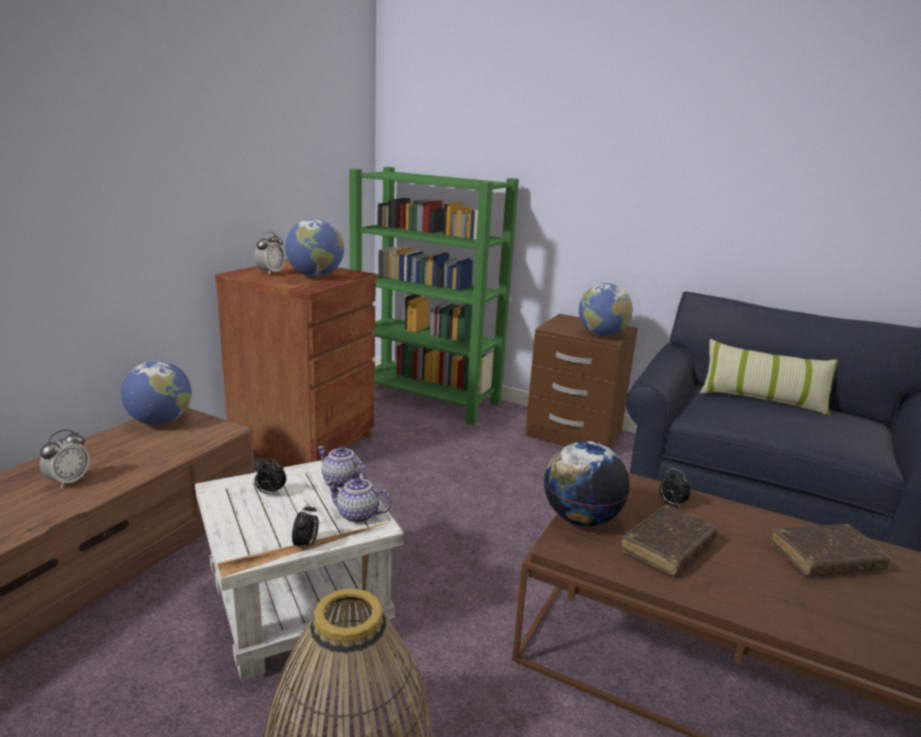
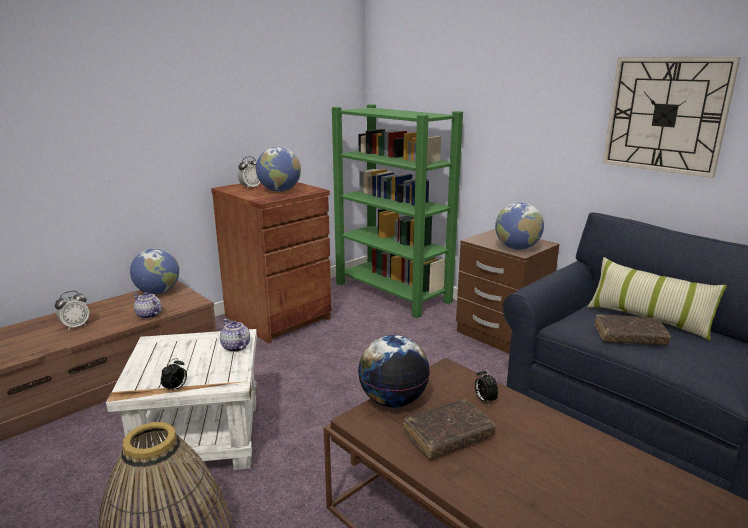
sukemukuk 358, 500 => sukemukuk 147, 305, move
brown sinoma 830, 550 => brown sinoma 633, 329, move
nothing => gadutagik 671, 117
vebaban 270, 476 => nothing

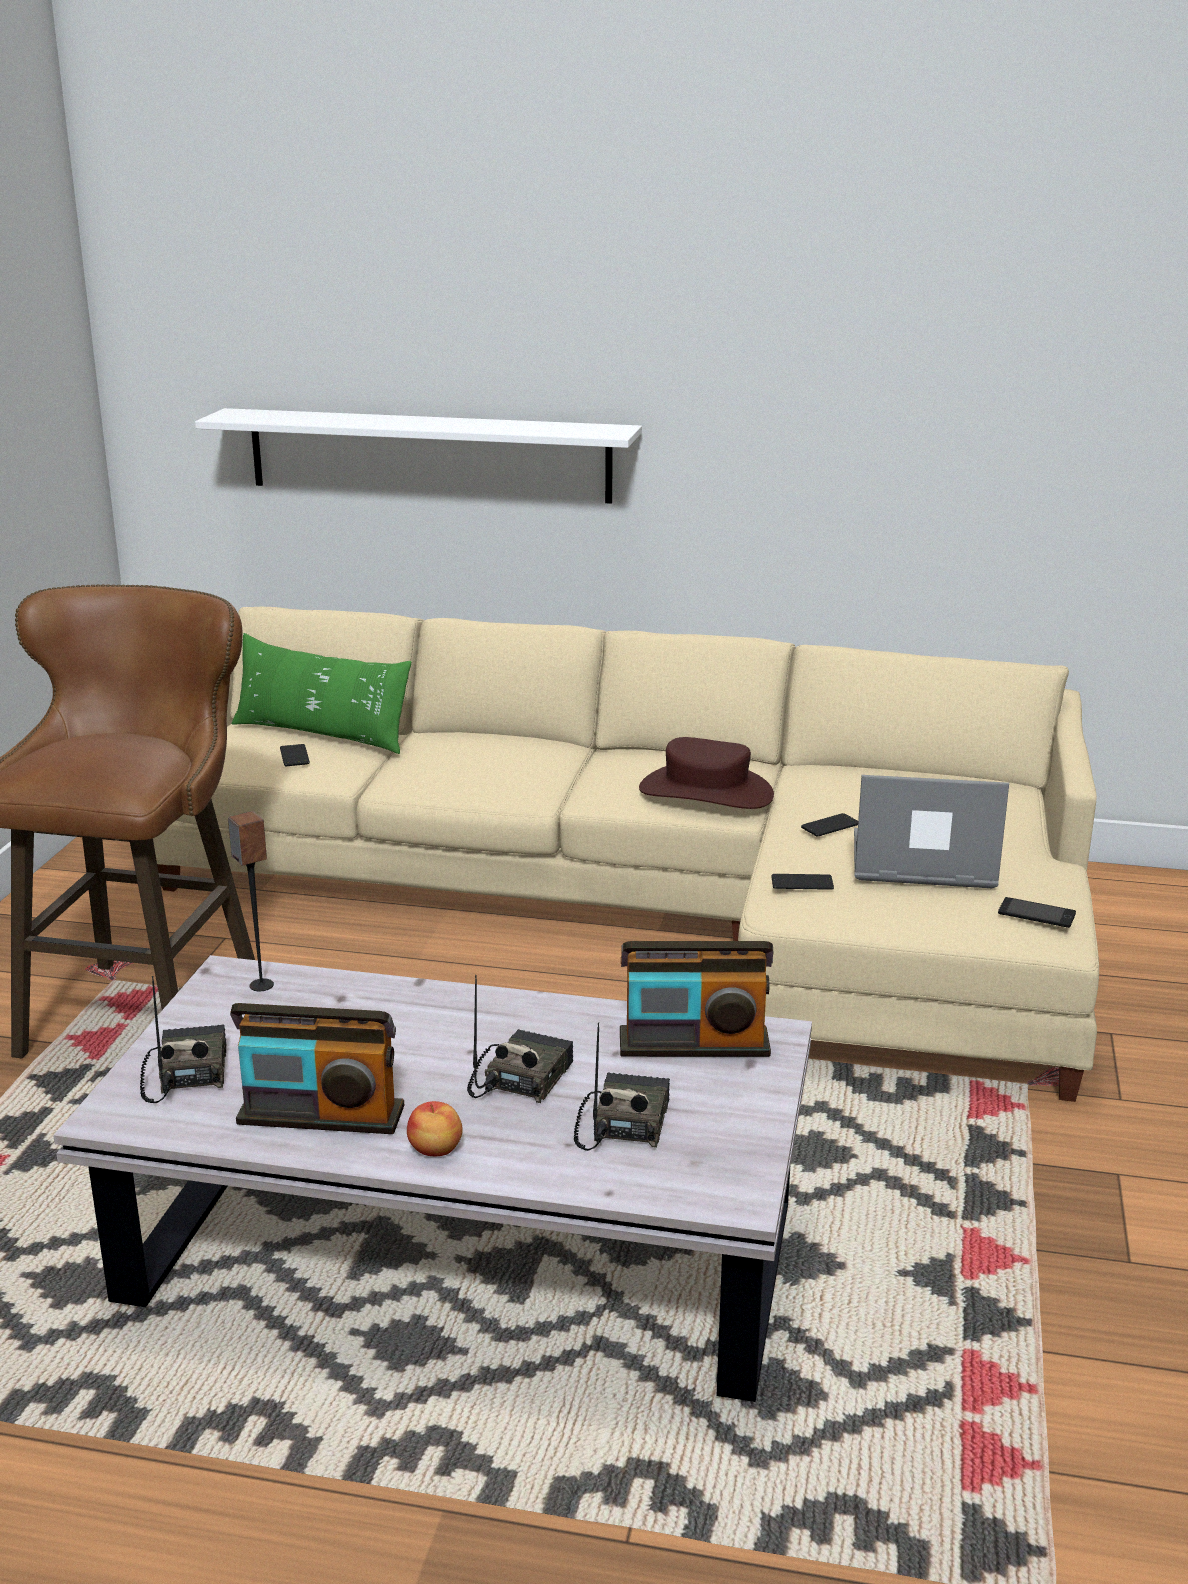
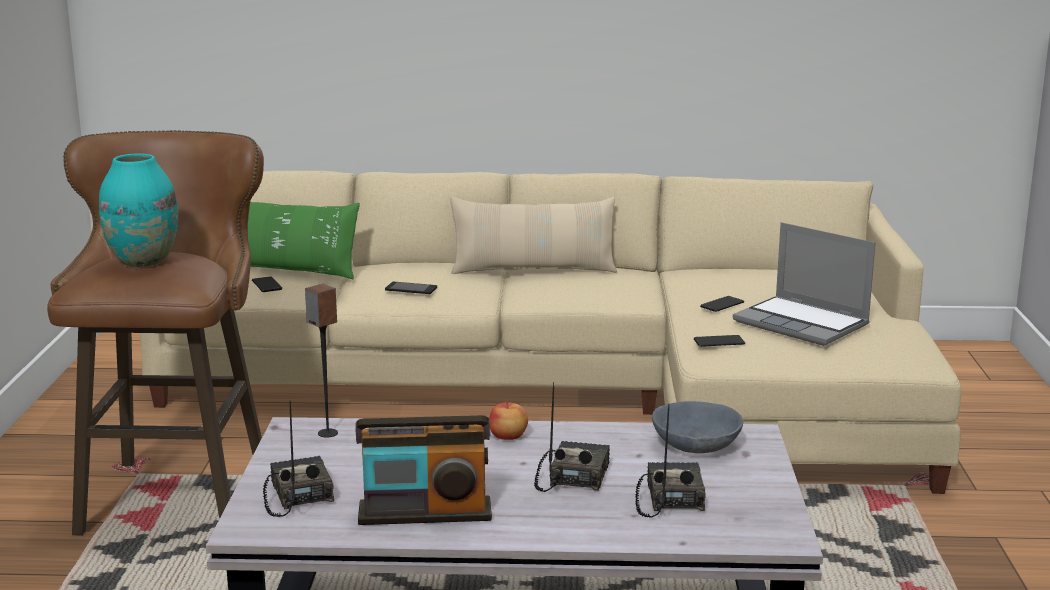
nothing => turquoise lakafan 138, 210
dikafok 1037, 912 => dikafok 411, 288, move
nothing => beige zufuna 533, 235
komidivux 435, 1128 => komidivux 508, 420, move
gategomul 697, 999 => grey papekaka 697, 427
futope 931, 831 => futope 804, 284, 135 degrees counterclockwise
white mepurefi 418, 456 => nothing
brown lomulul 706, 773 => nothing

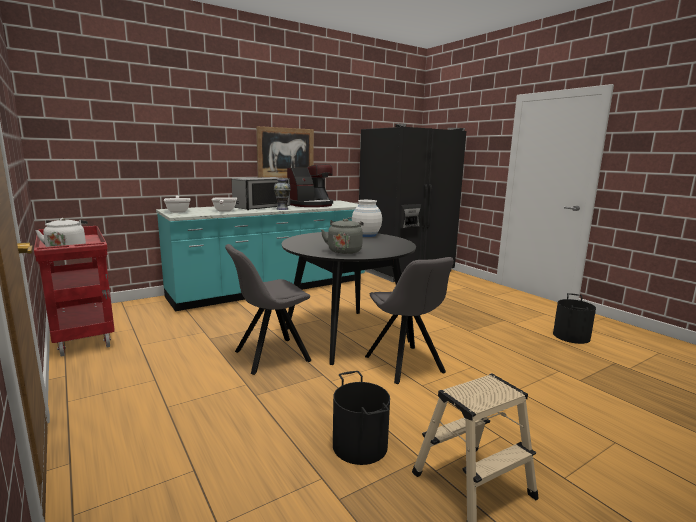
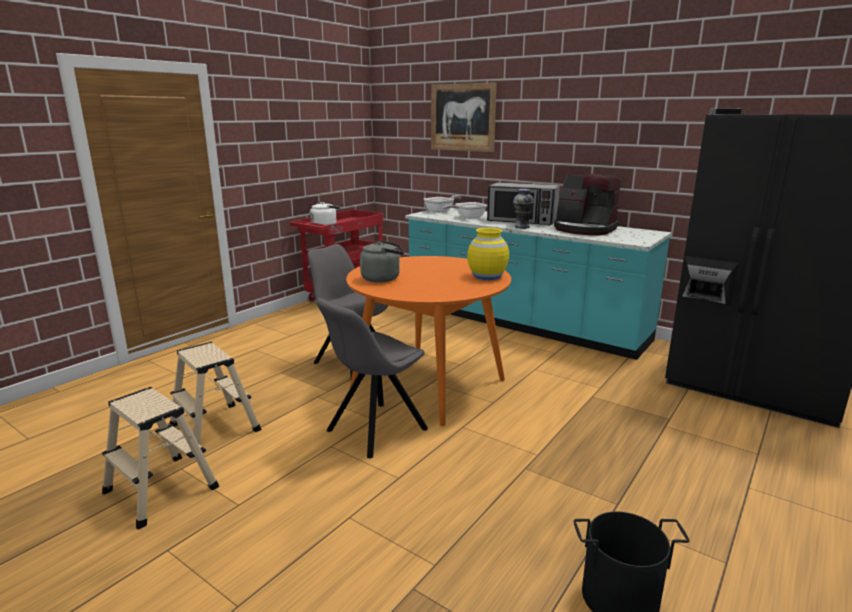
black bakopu 361, 418 => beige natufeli 216, 393
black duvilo 349, 298 => orange duvilo 428, 341
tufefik 285, 152 => tufefik 464, 117, move
white lakafan 367, 218 => yellow lakafan 488, 254

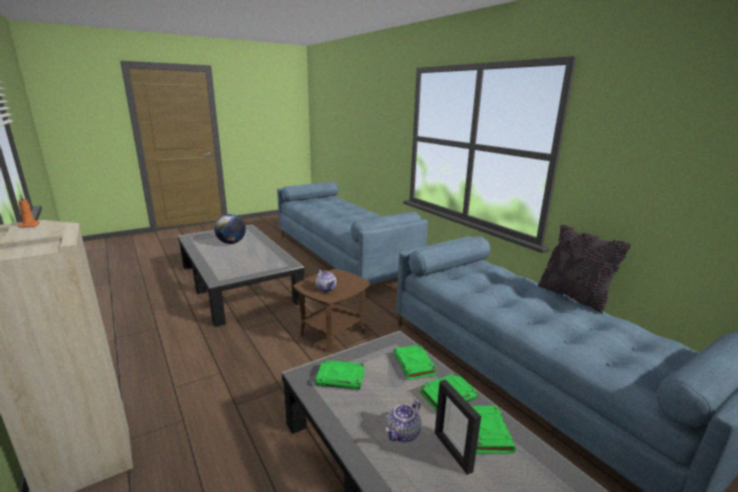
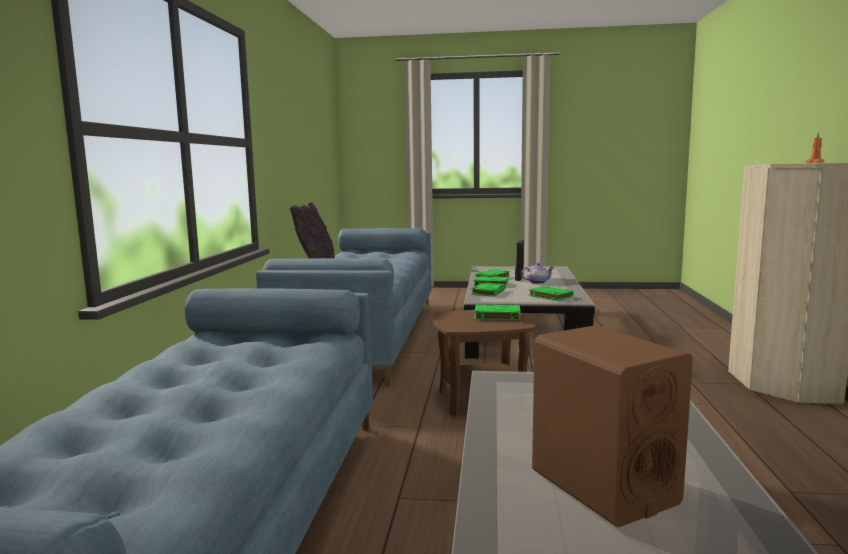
sukemukuk 326, 281 => green sinoma 497, 312
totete 230, 229 => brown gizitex 612, 426

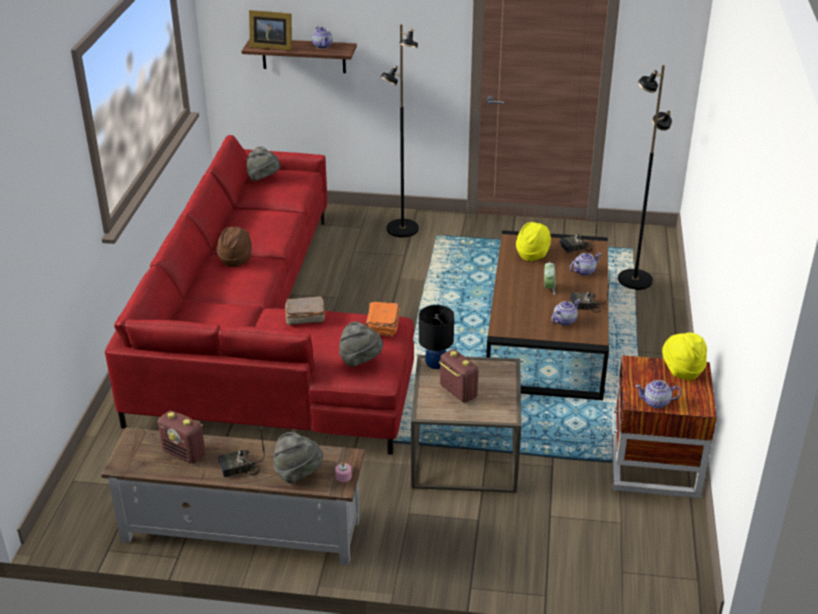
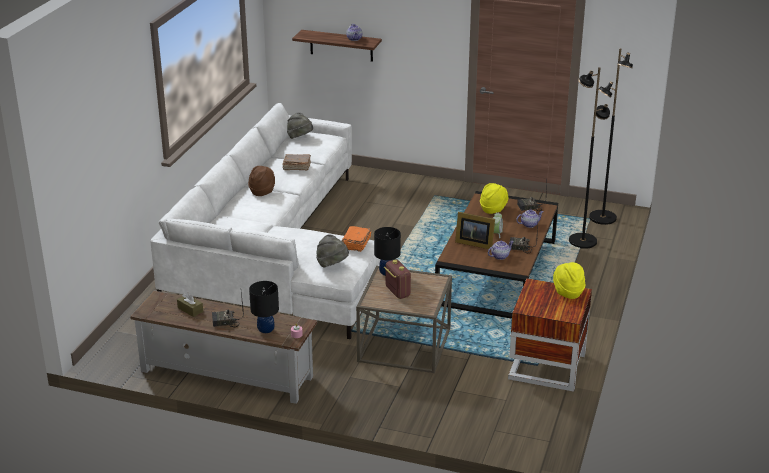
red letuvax 259, 295 => white letuvax 265, 221
gategomul 181, 437 => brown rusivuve 190, 305
grey lomulul 298, 458 => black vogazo 264, 307
brown sinoma 305, 310 => brown sinoma 296, 162, move
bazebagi 270, 30 => bazebagi 475, 230, move
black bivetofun 399, 130 => black bivetofun 611, 136, move
sukemukuk 658, 394 => nothing

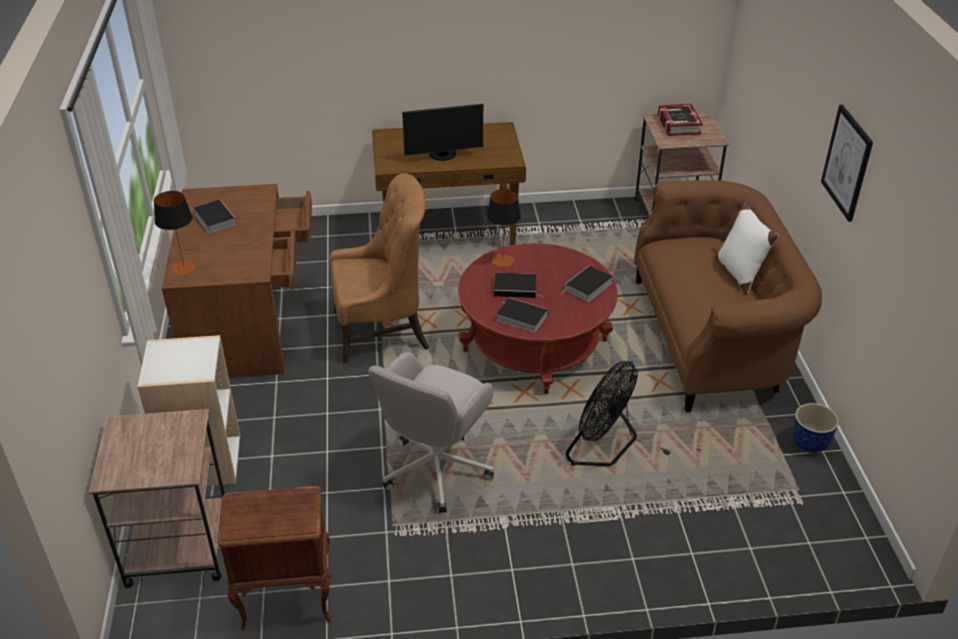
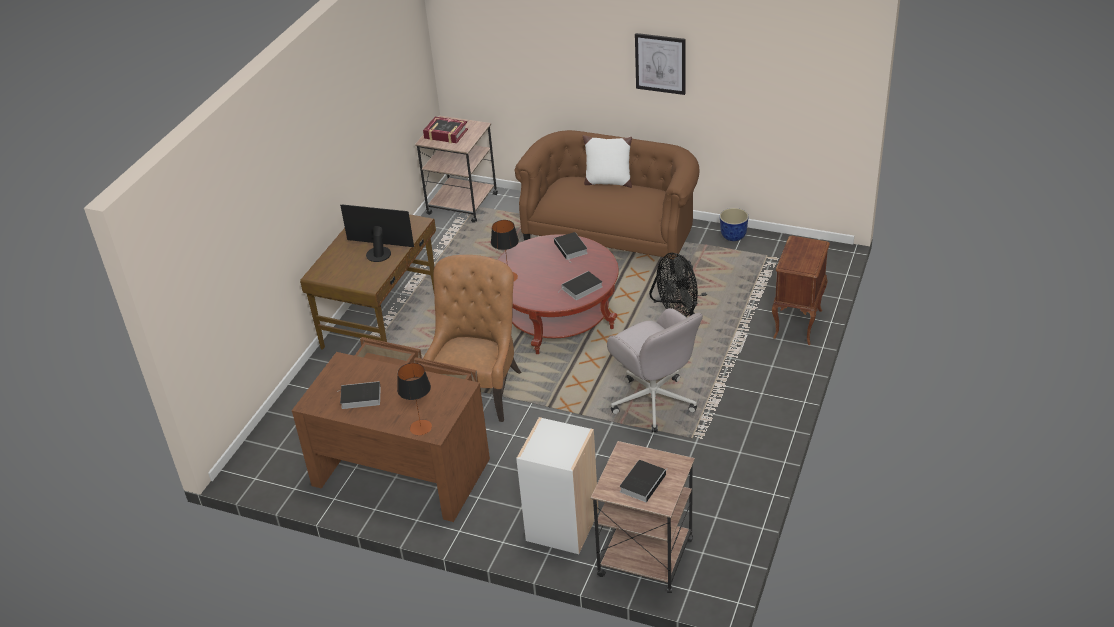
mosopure 442, 132 => mosopure 377, 233, 90 degrees counterclockwise
sinoma 518, 285 => sinoma 644, 481, move
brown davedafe 274, 558 => brown davedafe 801, 290, move

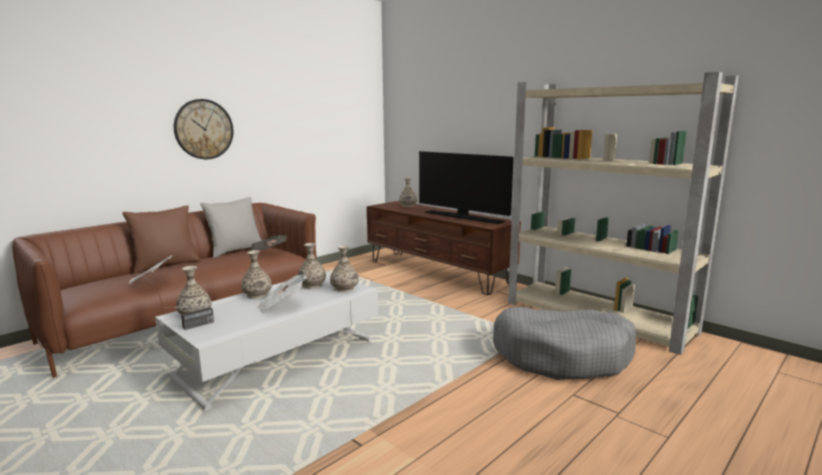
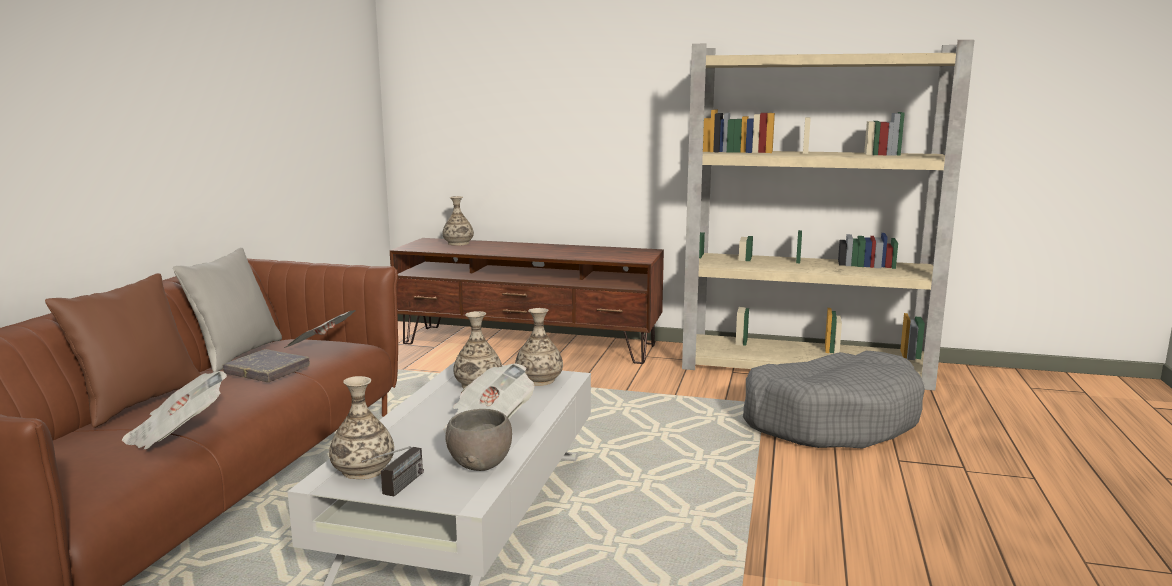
nothing => grey sinoma 266, 365
nothing => grey papekaka 478, 440
gadutagik 203, 129 => nothing
lakafan 256, 274 => nothing
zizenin 466, 187 => nothing

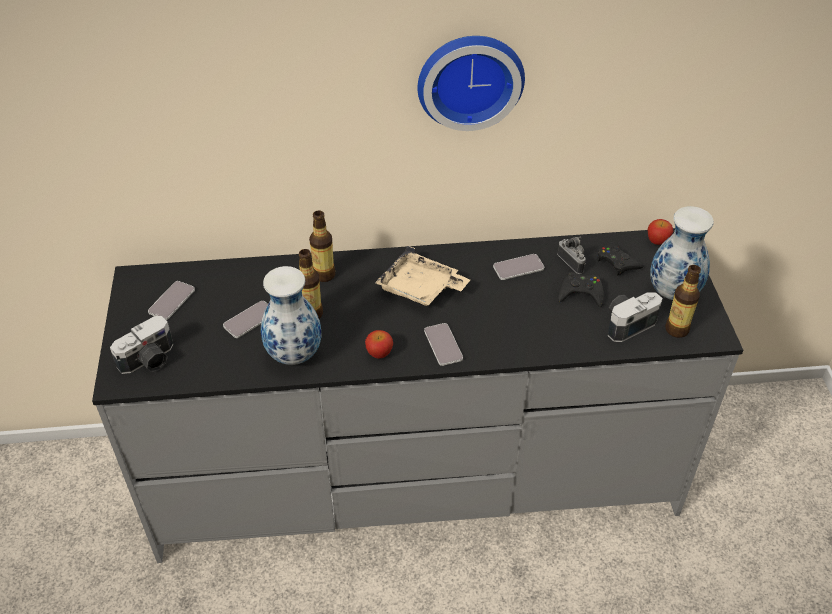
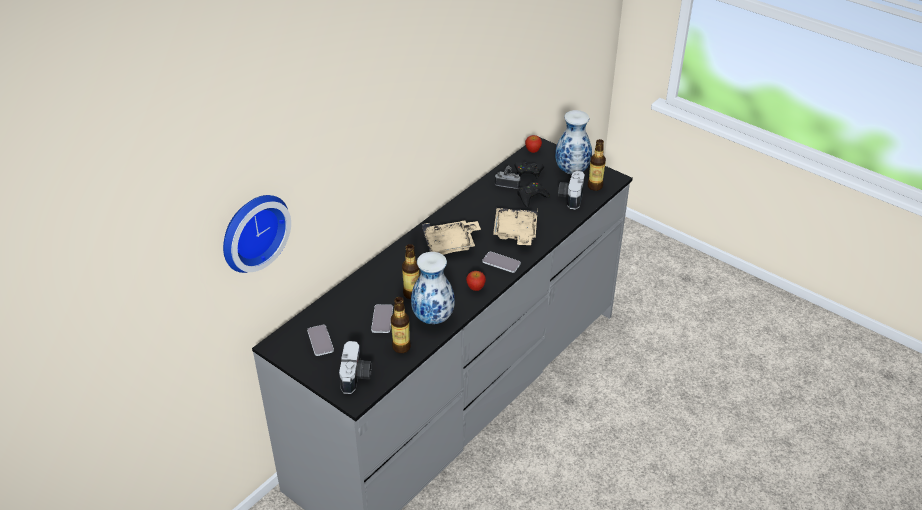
gadutagik 471, 83 => gadutagik 257, 234, move
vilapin 322, 246 => vilapin 401, 325, move
nothing => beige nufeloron 515, 226
dikafok 518, 267 => nothing

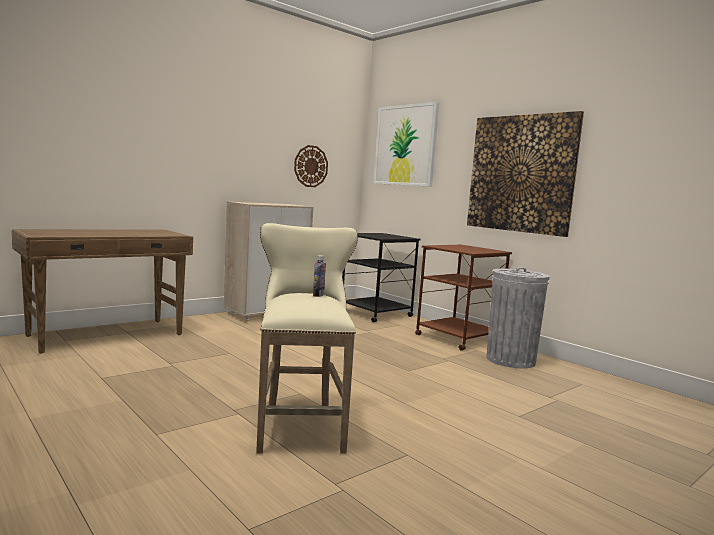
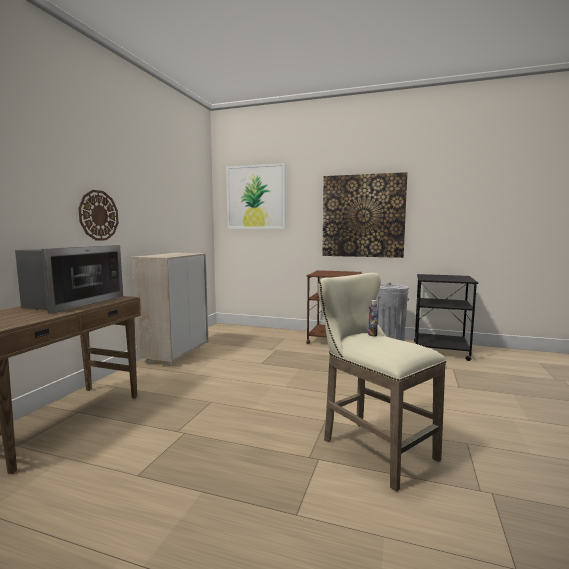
nothing => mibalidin 69, 279
gadutagik 311, 166 => gadutagik 98, 215, move
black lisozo 381, 277 => black lisozo 446, 317, move

